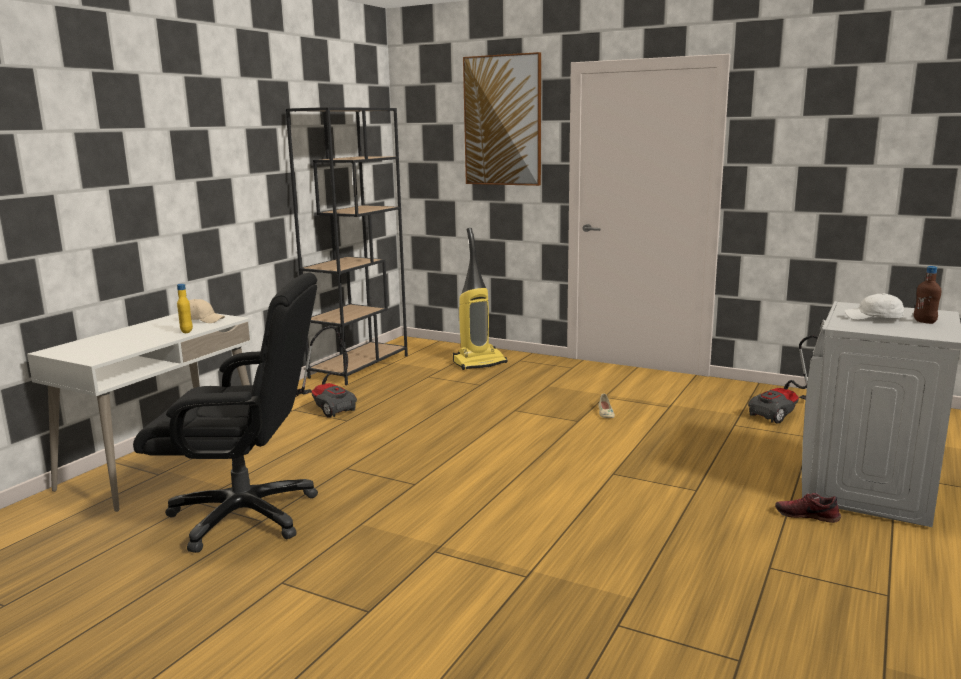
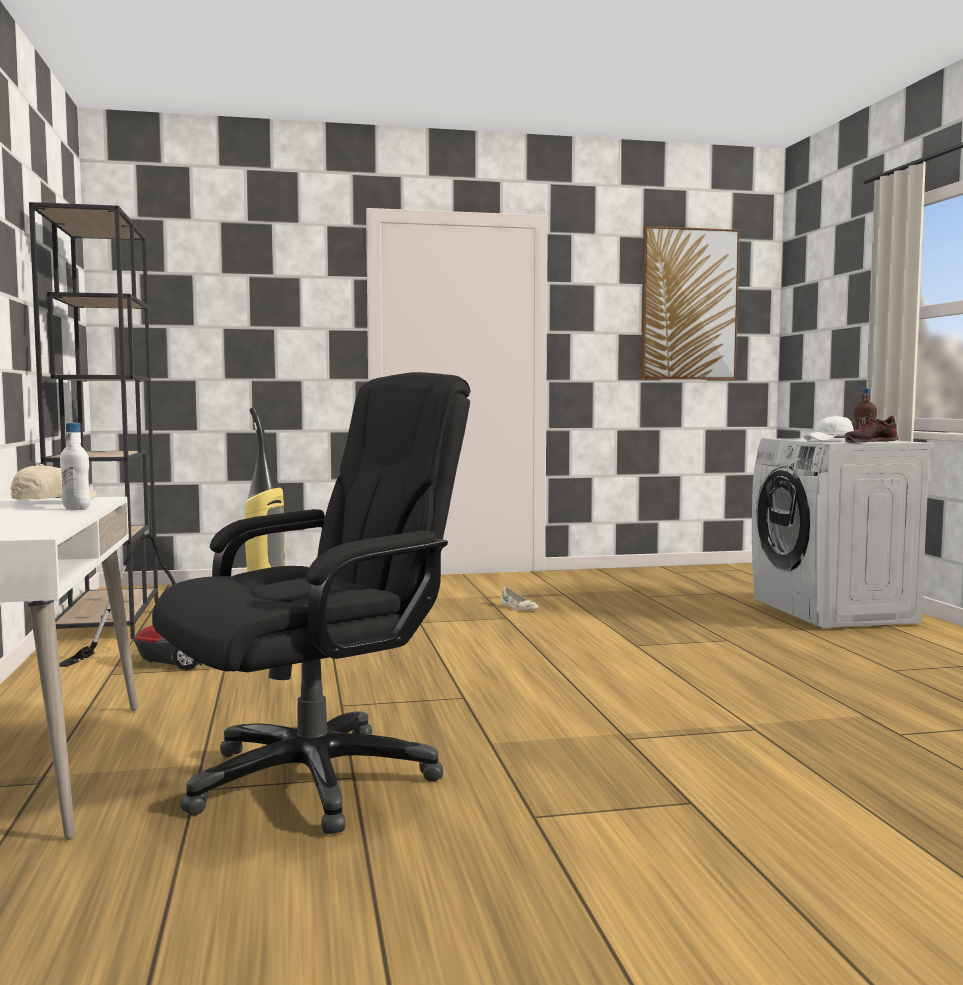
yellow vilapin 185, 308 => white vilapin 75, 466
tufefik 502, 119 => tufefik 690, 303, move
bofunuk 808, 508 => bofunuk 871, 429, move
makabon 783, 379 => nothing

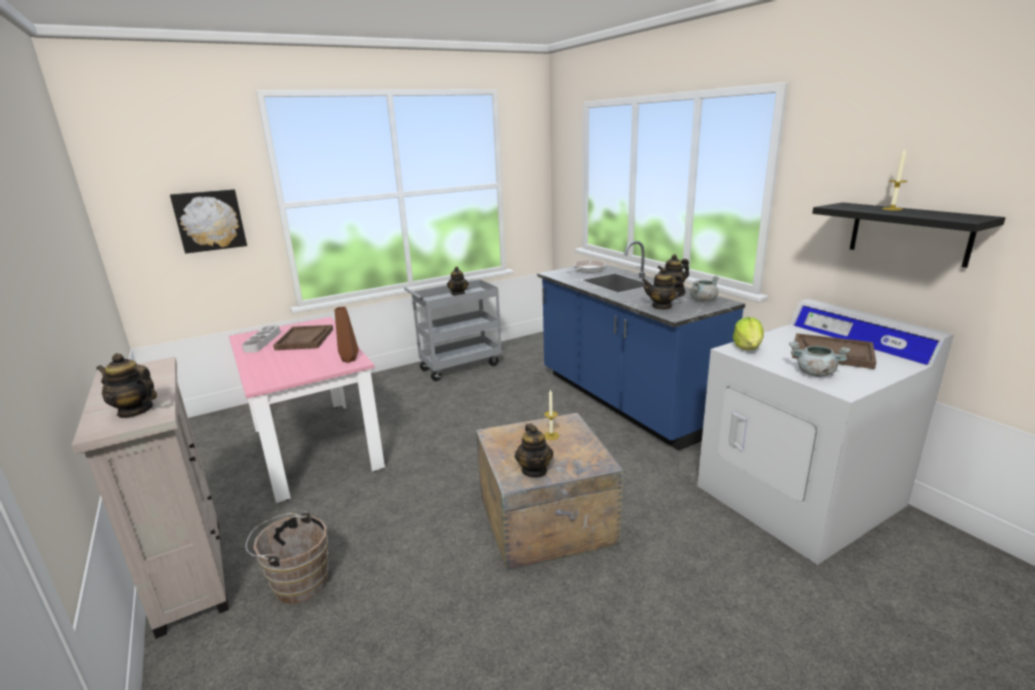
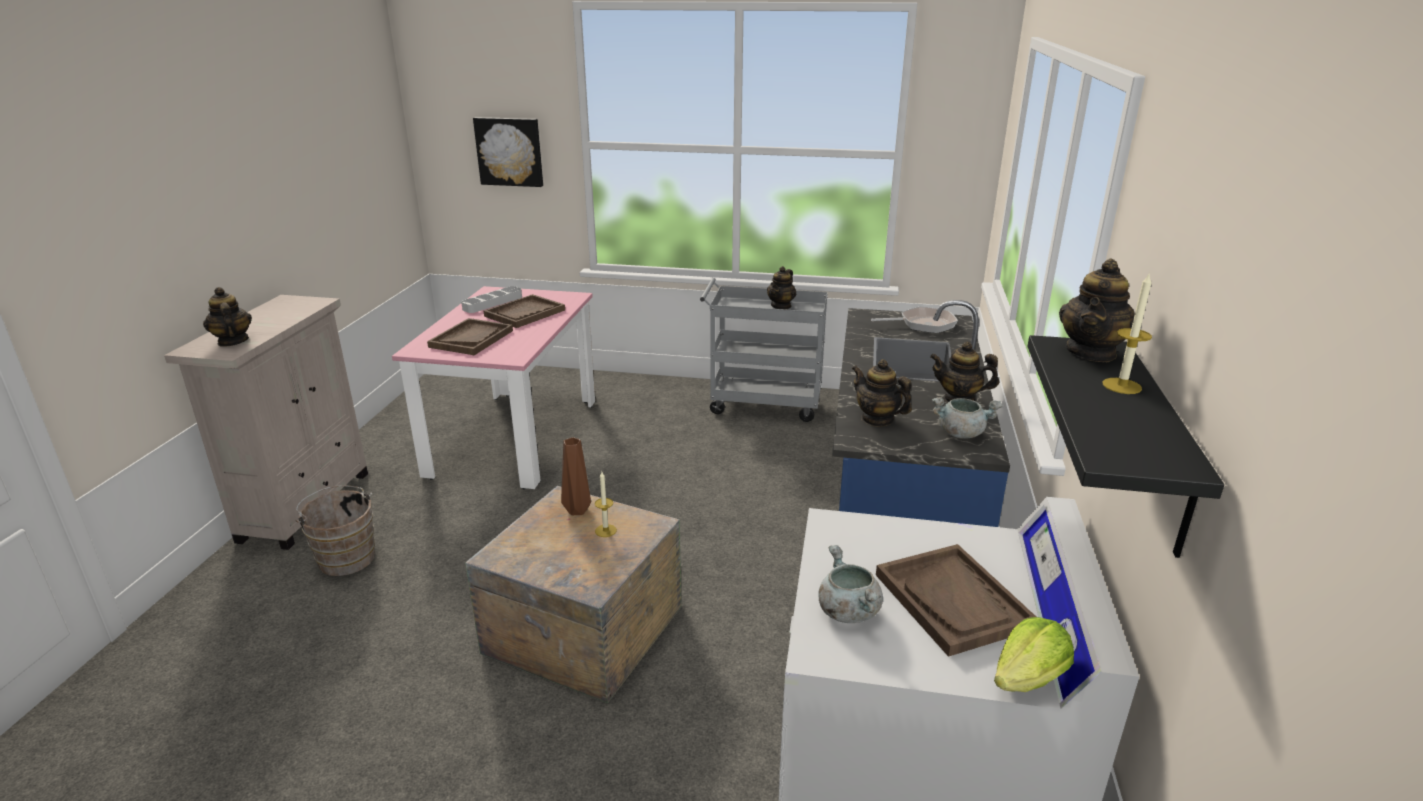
nothing => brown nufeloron 470, 336
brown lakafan 346, 335 => brown lakafan 576, 476, move
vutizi 748, 333 => vutizi 1034, 654, move
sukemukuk 534, 451 => sukemukuk 1097, 310, move

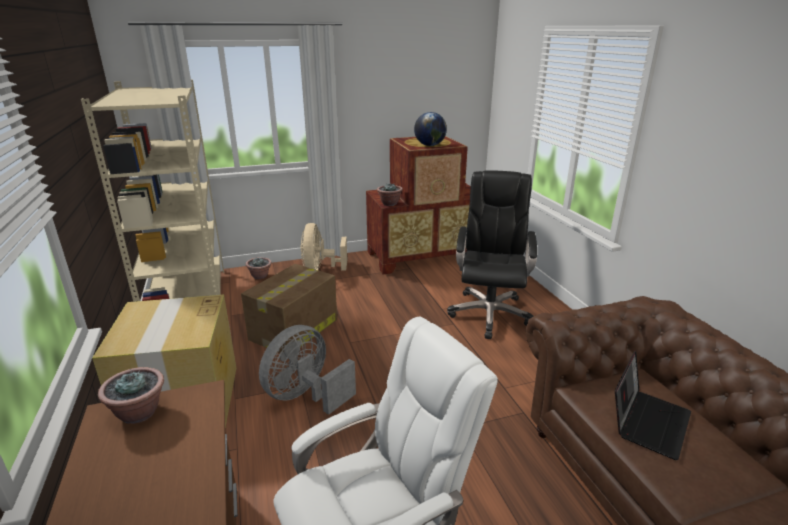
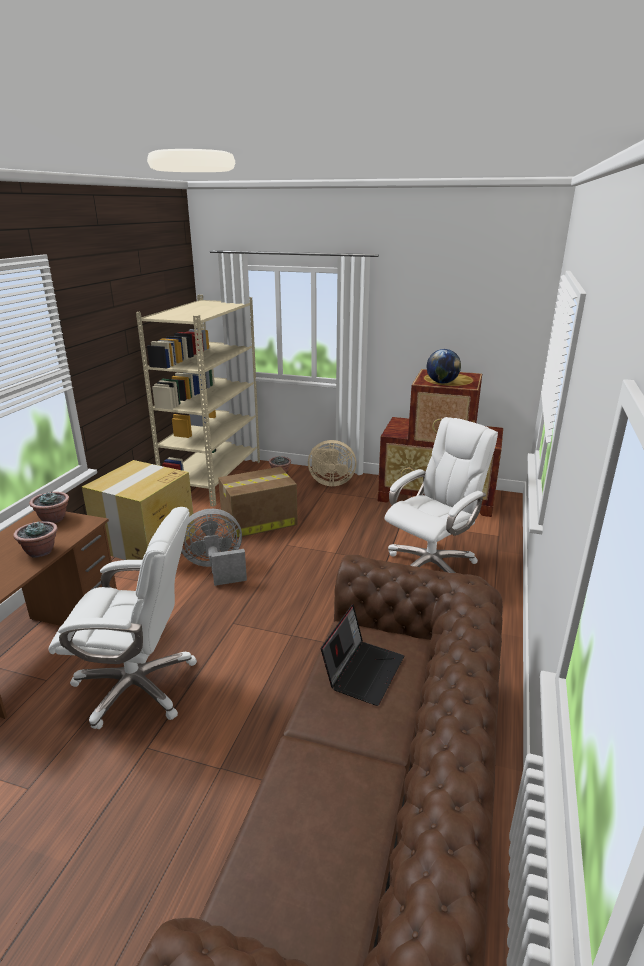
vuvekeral 390, 195 => vuvekeral 35, 539, move
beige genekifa 324, 247 => beige genekifa 332, 463, 120 degrees counterclockwise
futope 653, 405 => futope 362, 655, 45 degrees counterclockwise
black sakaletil 492, 254 => white sakaletil 441, 495

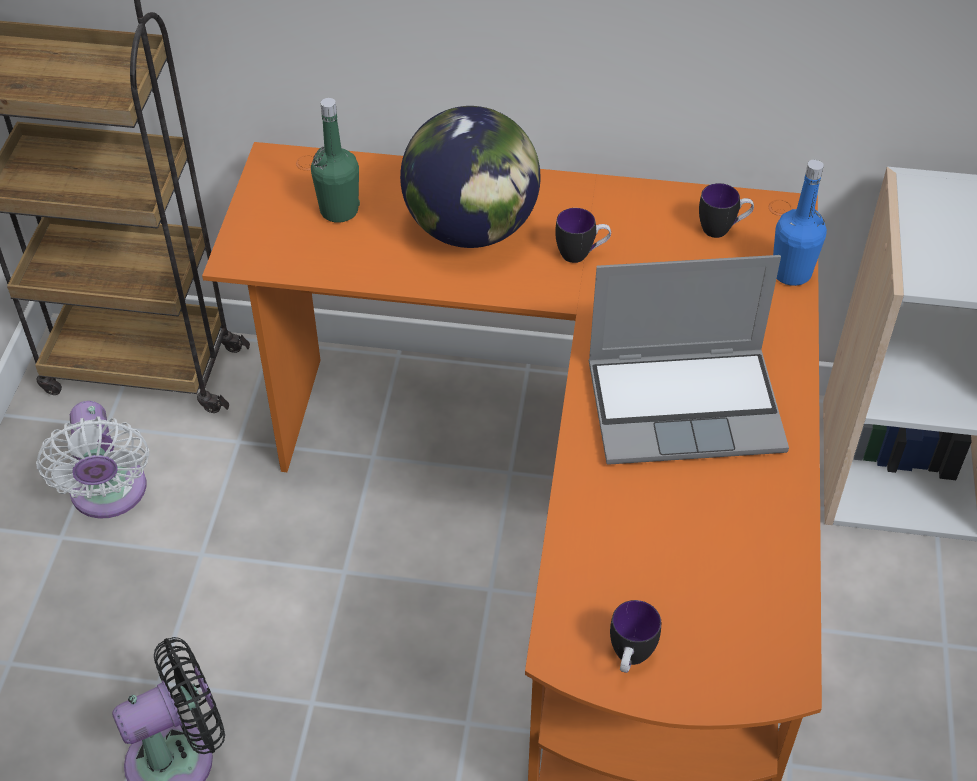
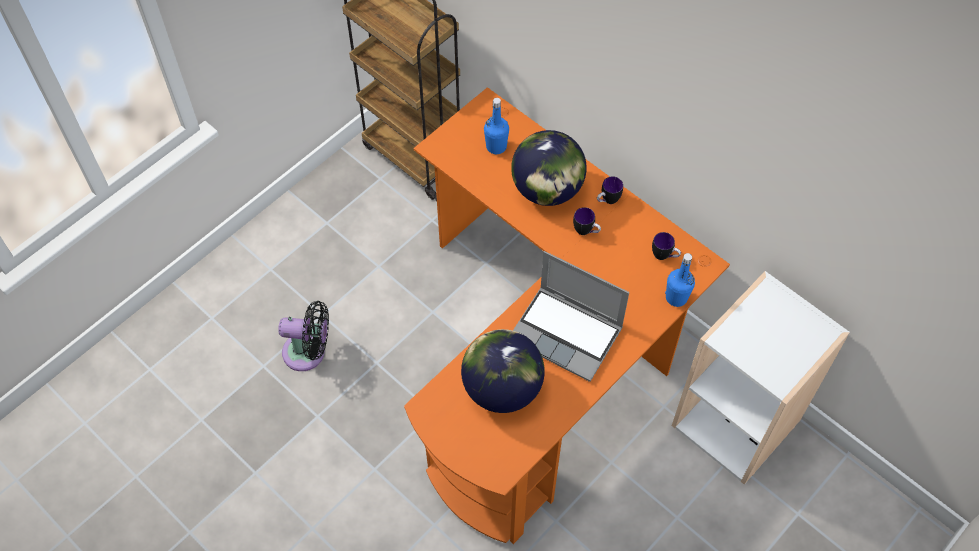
nothing => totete 503, 371
green vilapin 335, 160 => blue vilapin 496, 126
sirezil 635, 636 => sirezil 610, 190, move
white genekifa 92, 459 => nothing

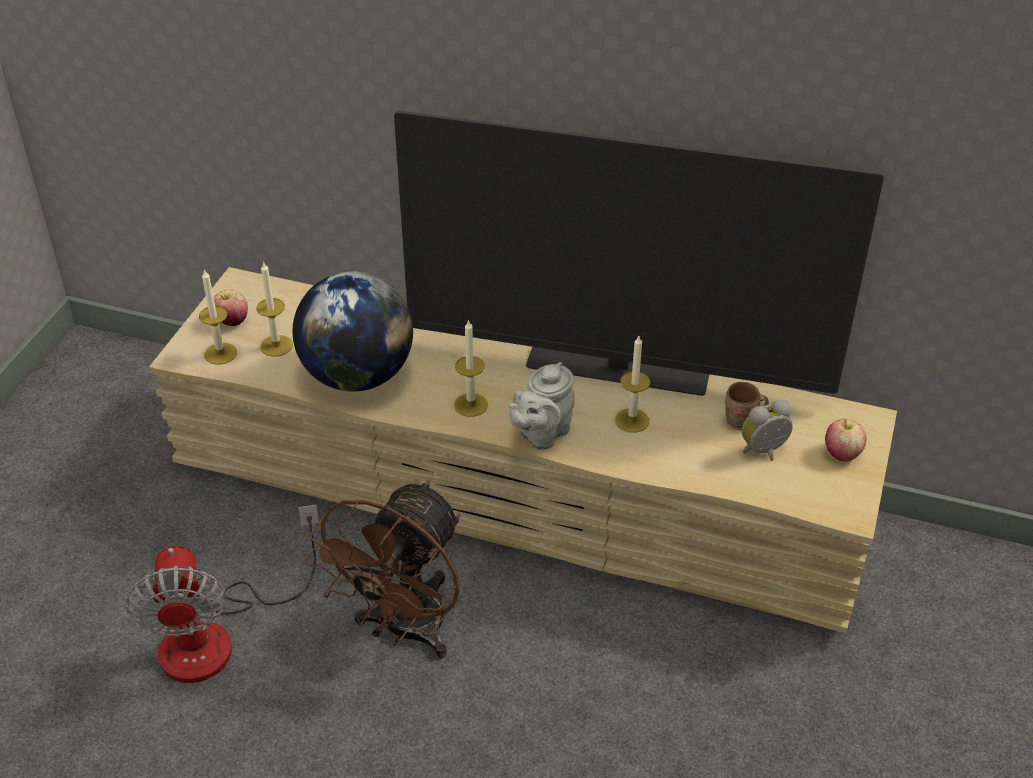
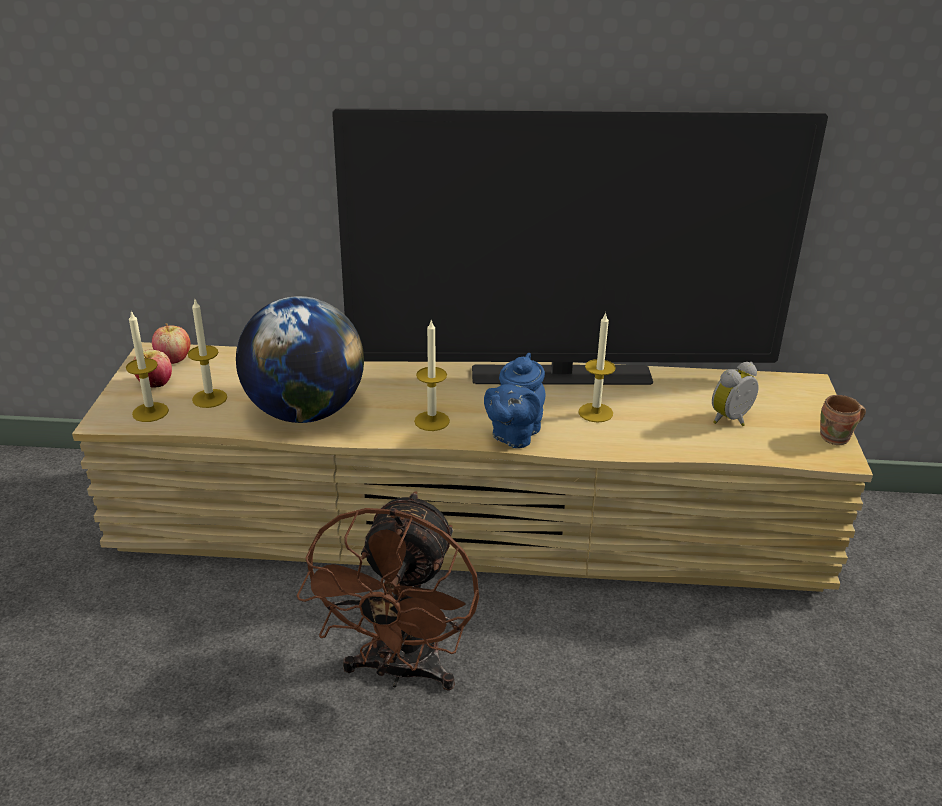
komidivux 846, 440 => komidivux 171, 343, move
grey sukemukuk 542, 406 => blue sukemukuk 514, 400
brown sirezil 747, 406 => brown sirezil 843, 420, move
genekifa 222, 593 => nothing

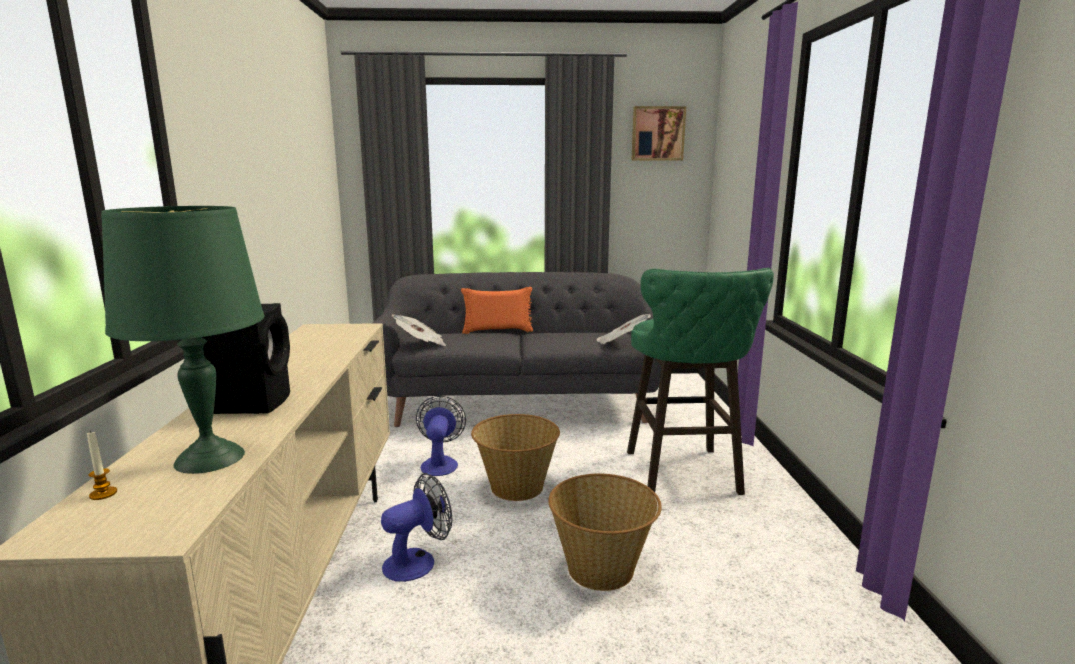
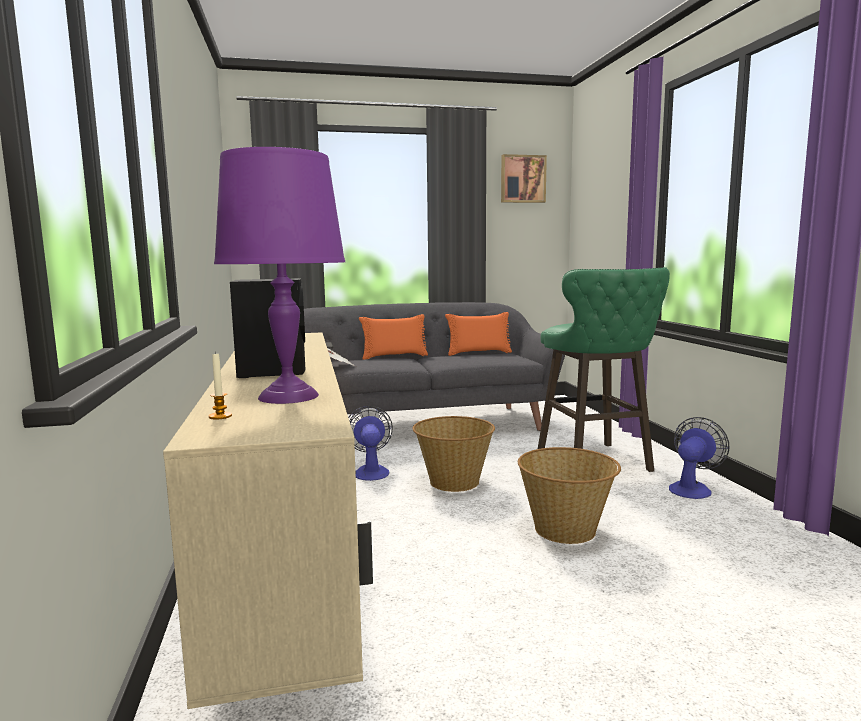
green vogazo 182, 340 => purple vogazo 279, 275
nothing => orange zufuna 478, 334
genekifa 416, 527 => genekifa 699, 458, move
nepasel 623, 329 => nothing

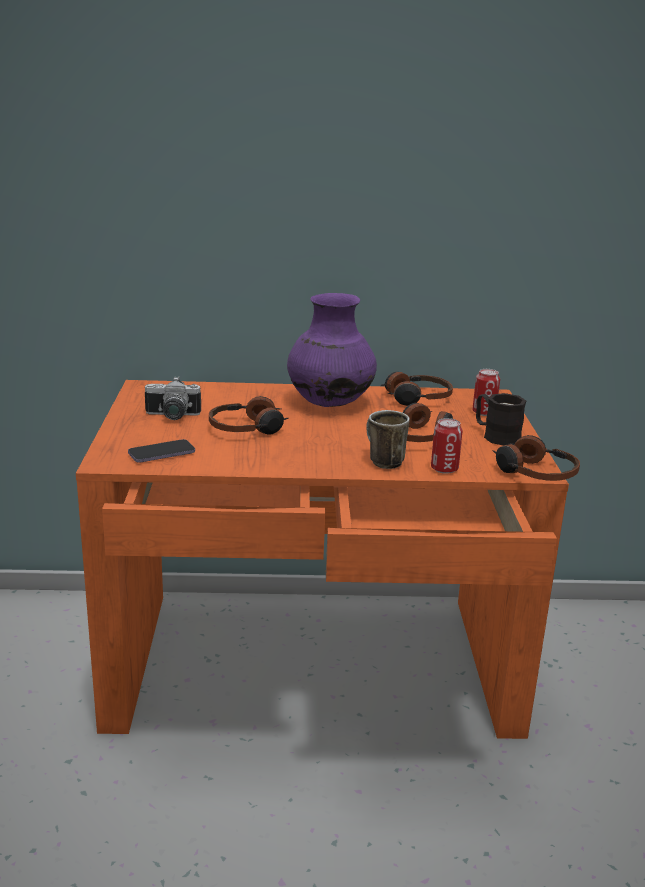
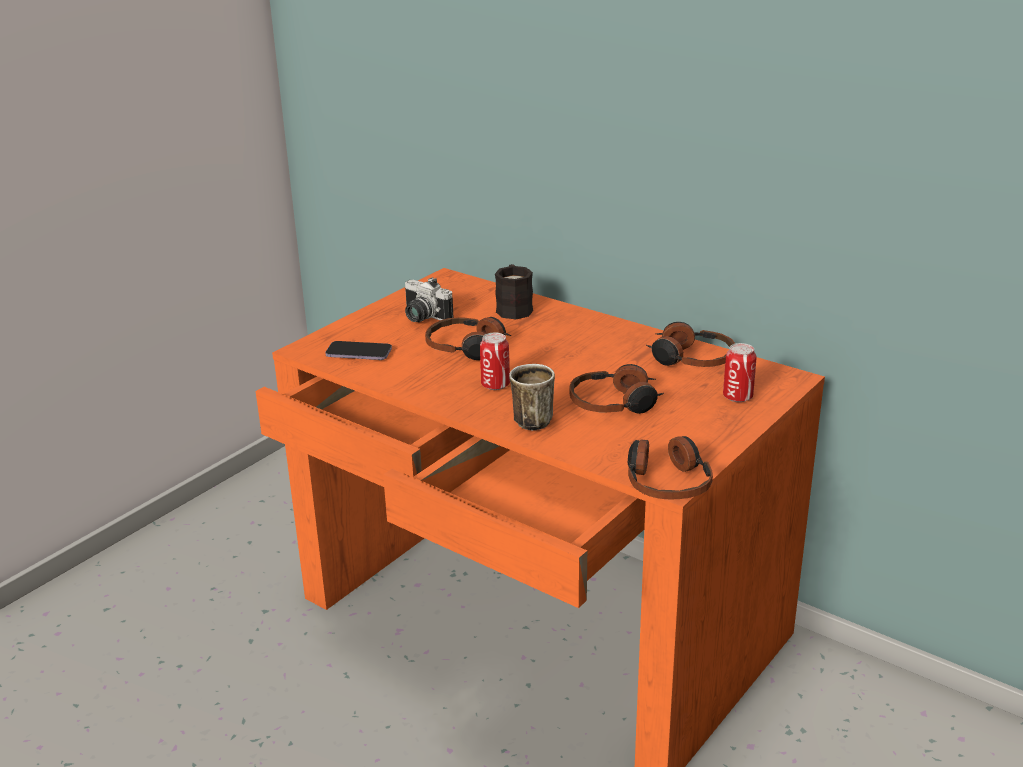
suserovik 446, 446 => suserovik 495, 361, move
black sirezil 501, 419 => black sirezil 514, 291, move
purple lakafan 332, 350 => nothing

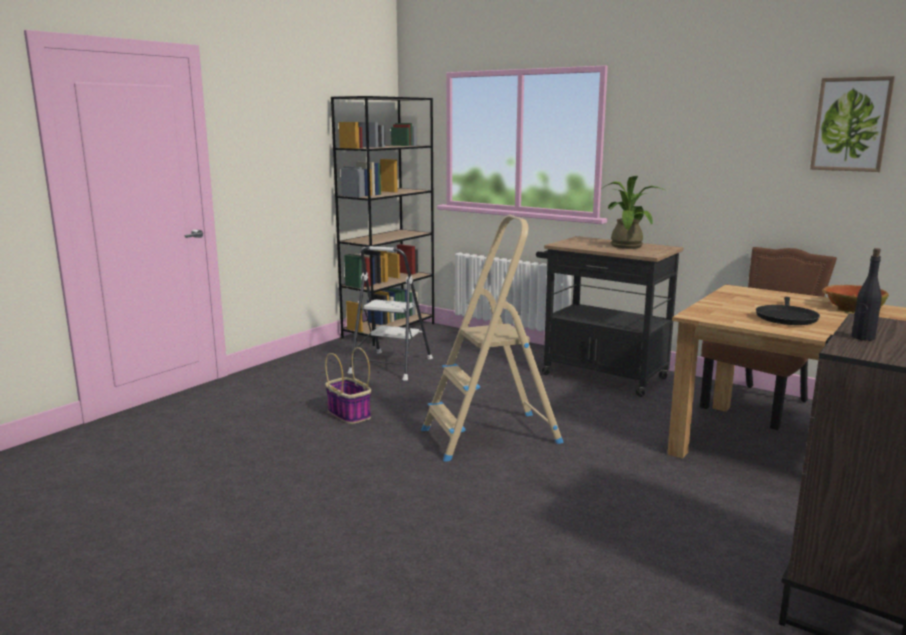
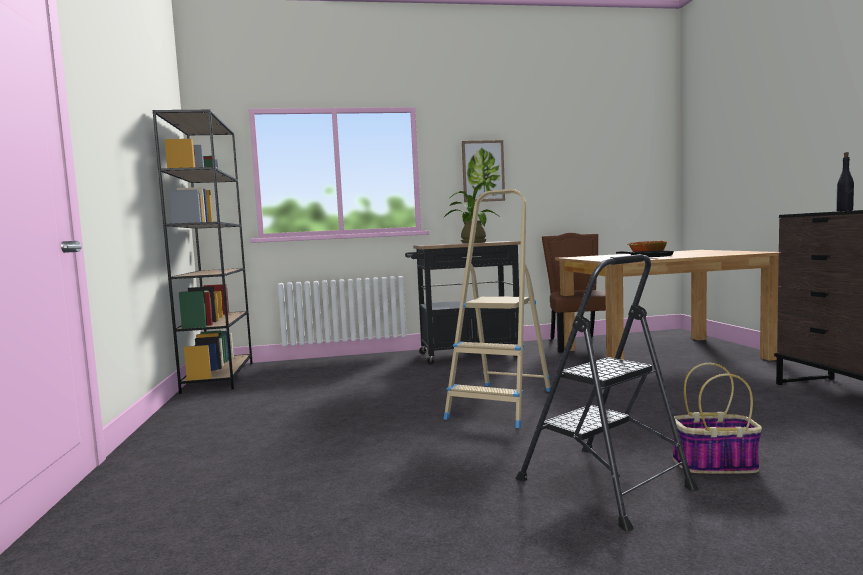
tufefik 852, 124 => tufefik 483, 171, move
nothing => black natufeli 607, 392
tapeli 348, 385 => tapeli 717, 418, move
white natufeli 390, 313 => nothing

